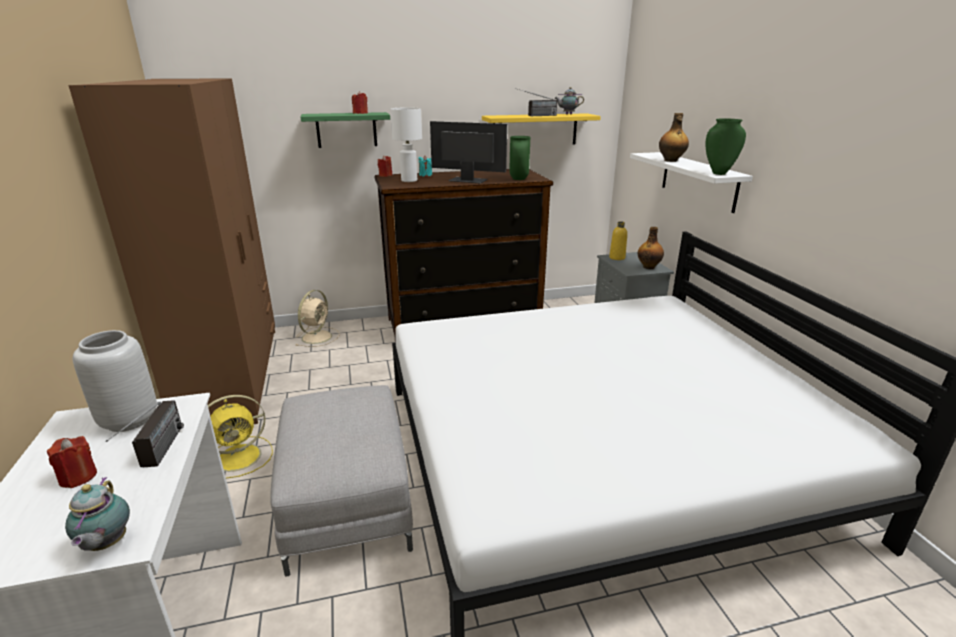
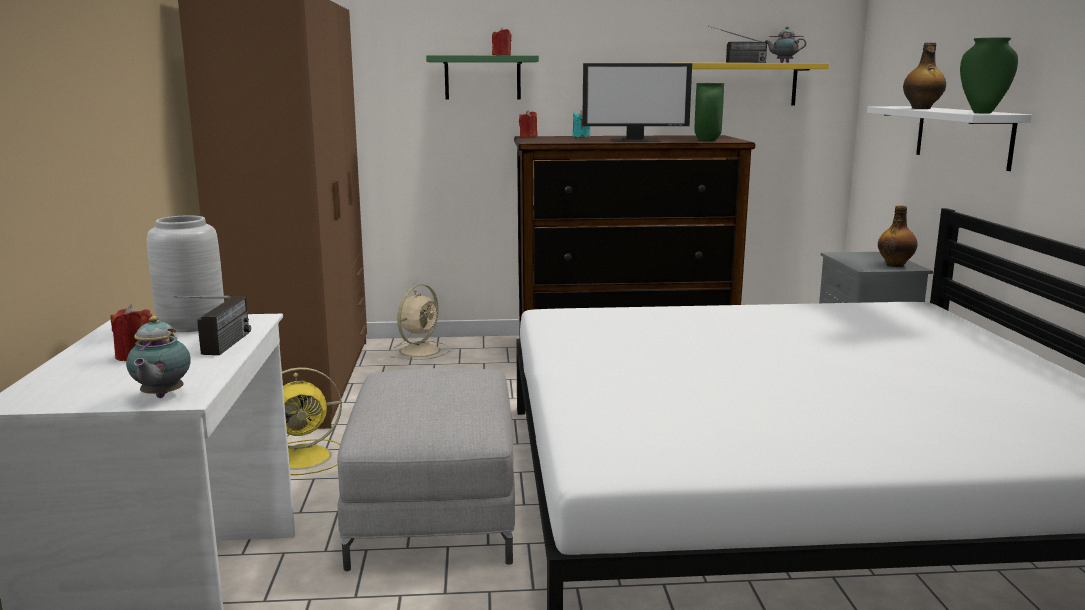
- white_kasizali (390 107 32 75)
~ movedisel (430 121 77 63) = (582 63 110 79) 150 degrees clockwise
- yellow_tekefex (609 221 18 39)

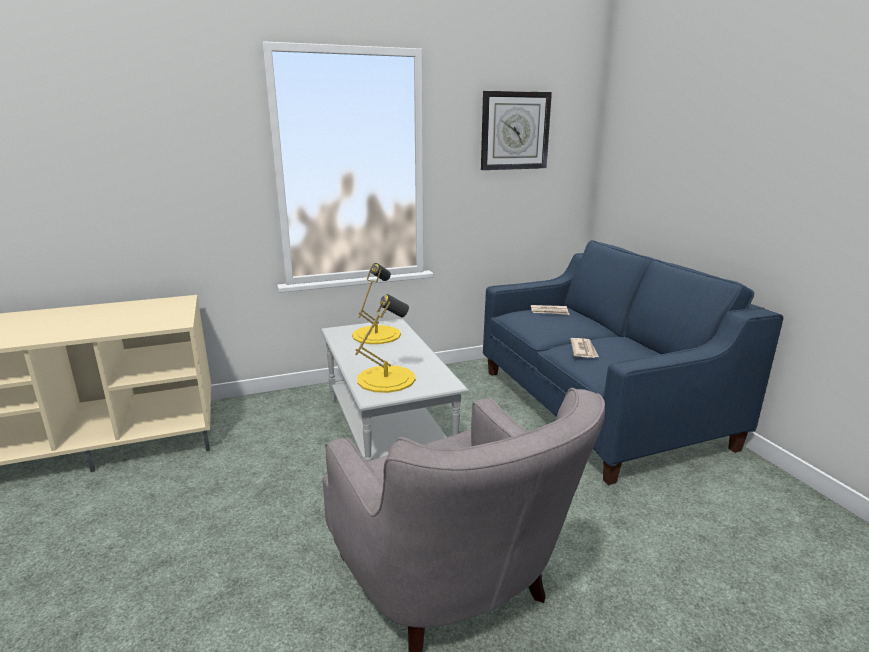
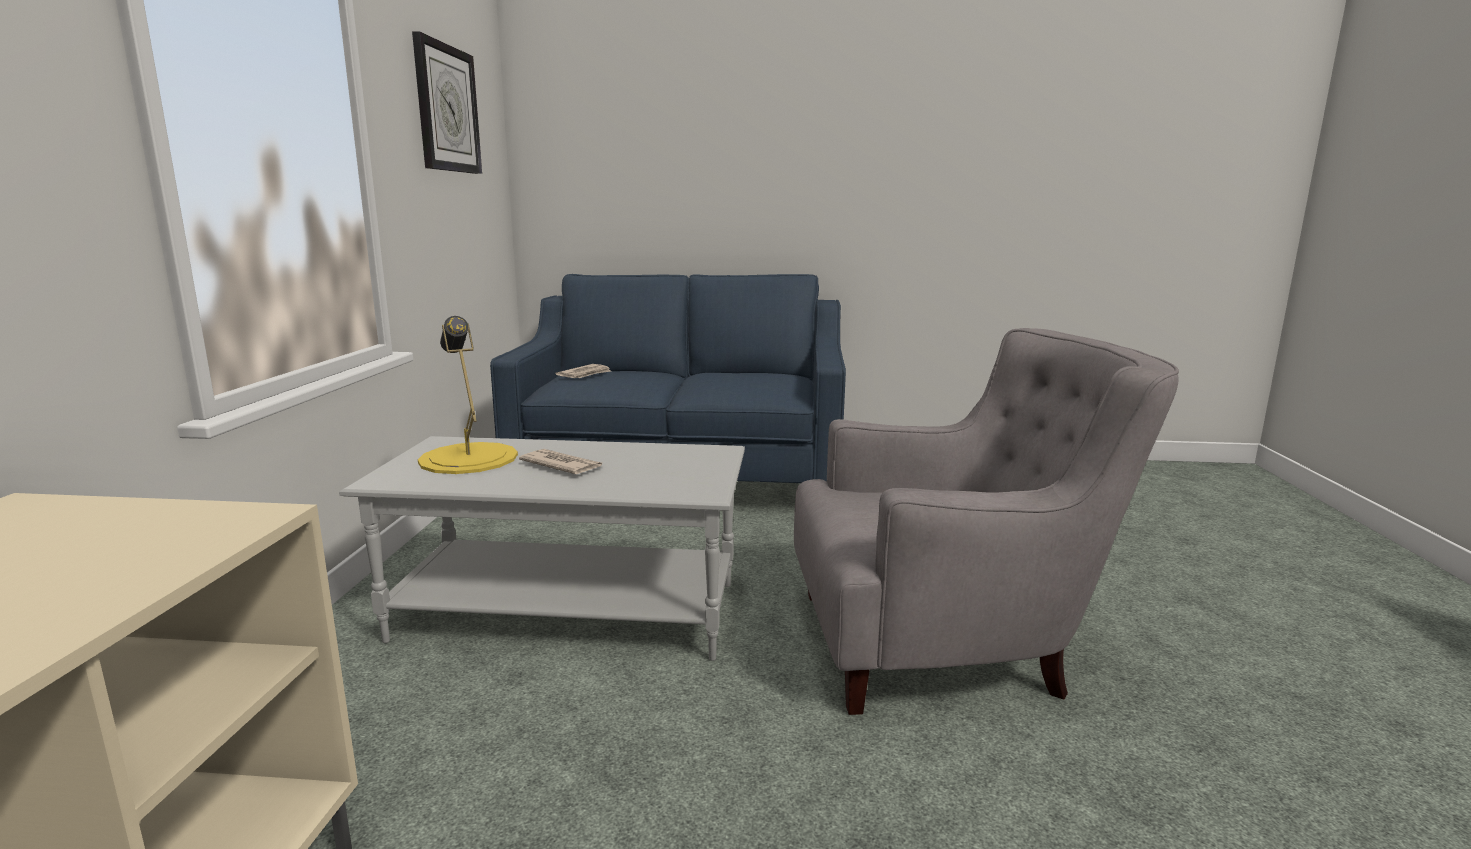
- yellow_kasizali (355 294 60 99)
~ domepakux (570 338 29 20) to (519 449 83 25)

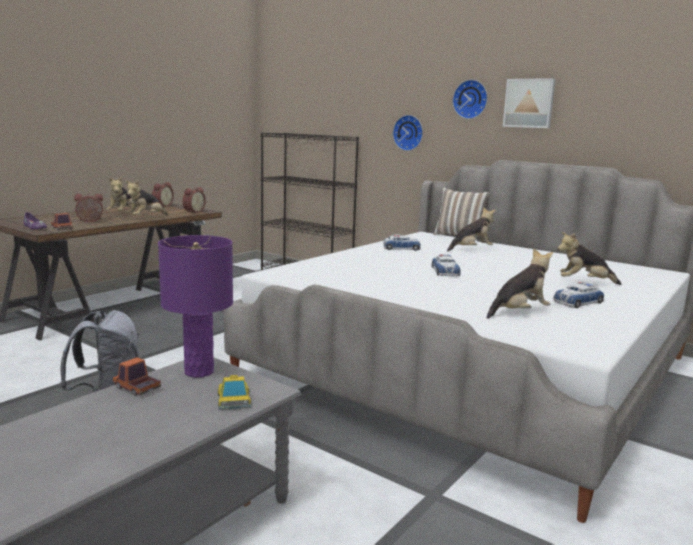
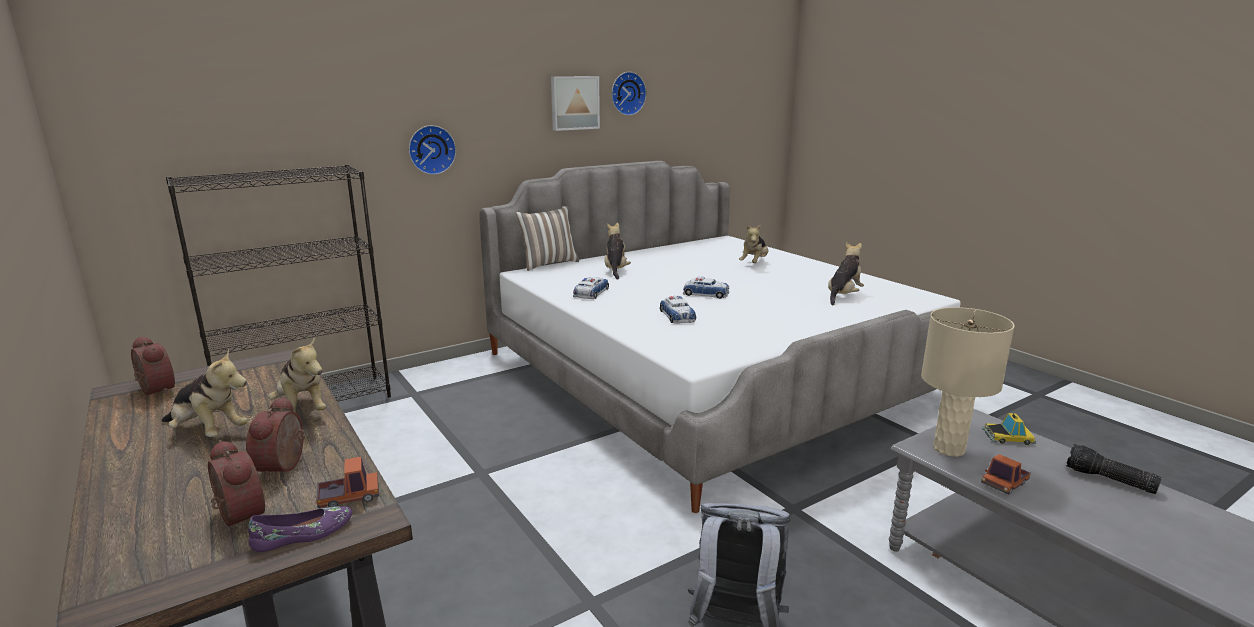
~ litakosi (453 80 35 39) to (611 72 36 44)
~ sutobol (183 187 23 27) to (208 440 57 86)
~ purple_kasizali (158 235 75 143) to beige_kasizali (921 307 94 150)
~ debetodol (487 248 66 71) = (828 242 36 63) 45 degrees clockwise
~ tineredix (553 282 51 26) to (659 296 37 28)
+ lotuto (1066 444 96 50)

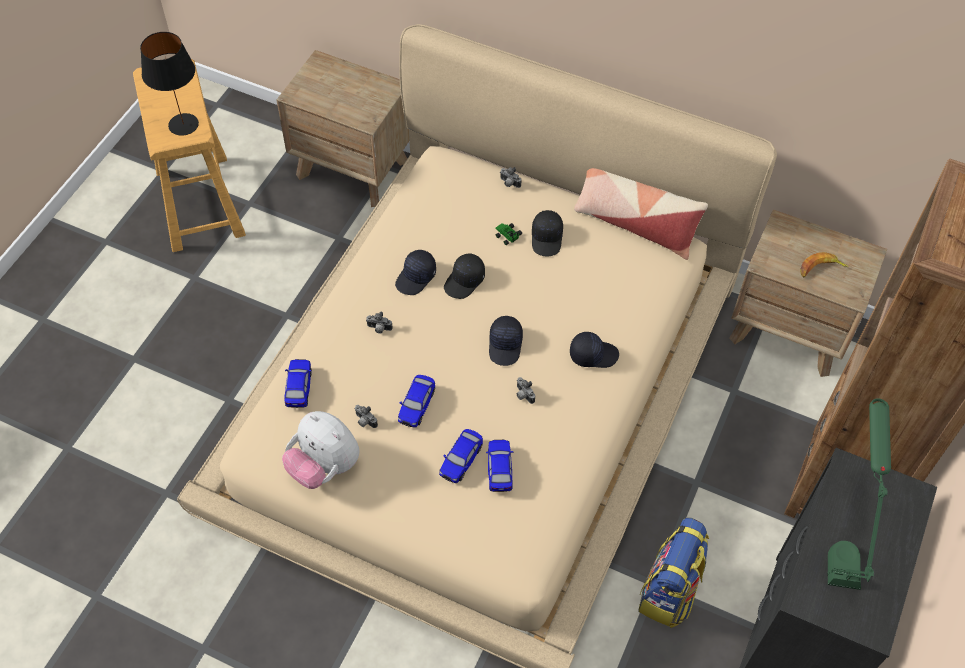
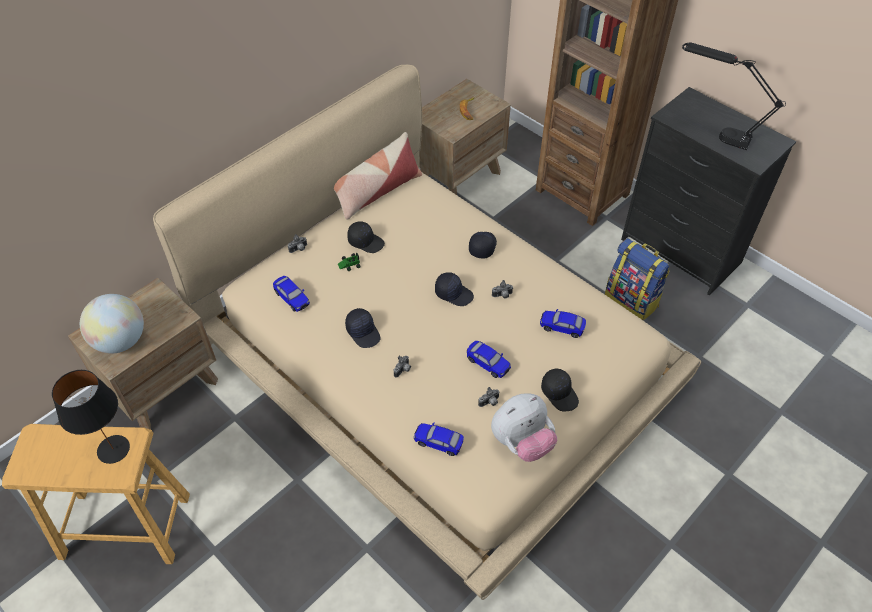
~ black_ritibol (444 253 41 46) to (541 368 38 43)
~ green_kasizali (828 398 63 192) to black_kasizali (682 43 104 107)
~ tineredix (439 429 44 54) to (273 276 37 36)
+ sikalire (80 294 64 60)

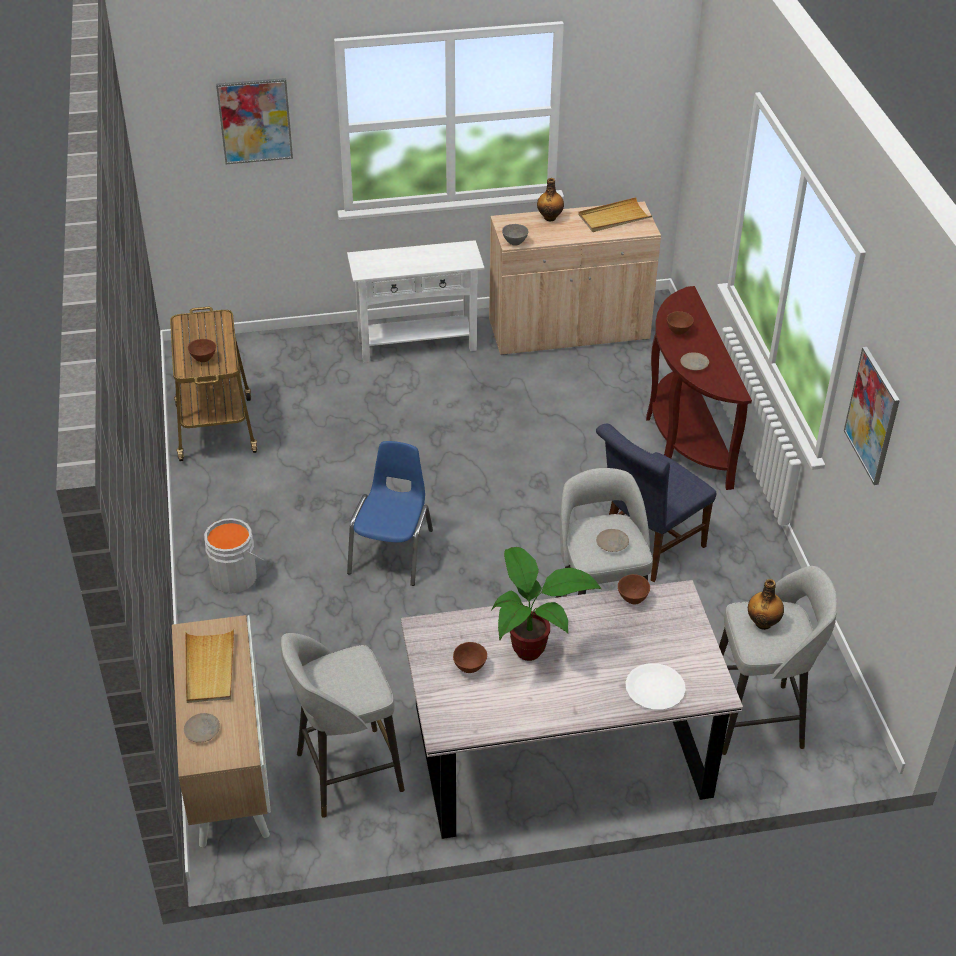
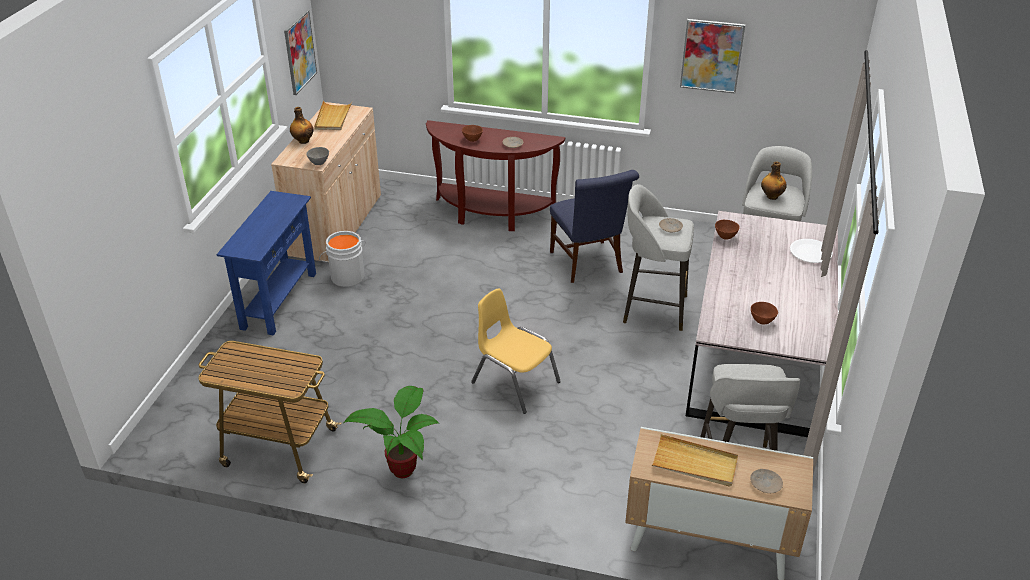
~ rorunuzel (216 78 77 86) to (284 10 33 85)
~ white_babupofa (347 240 137 123) to blue_babupofa (216 191 100 144)
- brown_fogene (188 339 28 23)
~ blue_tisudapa (347 441 86 145) to yellow_tisudapa (471 289 90 125)
~ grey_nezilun (204 518 61 76) to (319 231 47 56)
~ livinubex (491 547 111 114) to (344 386 95 92)

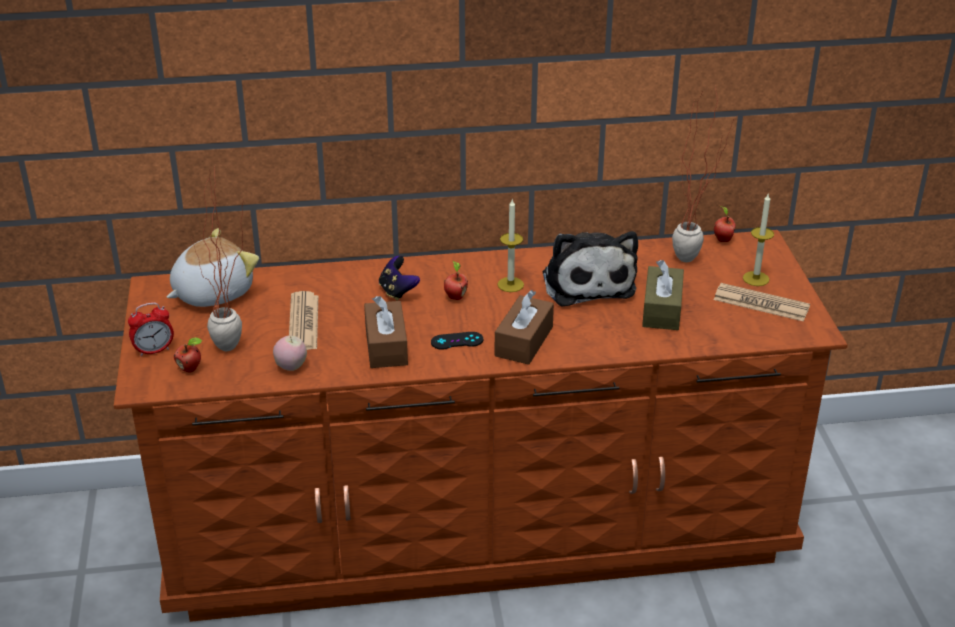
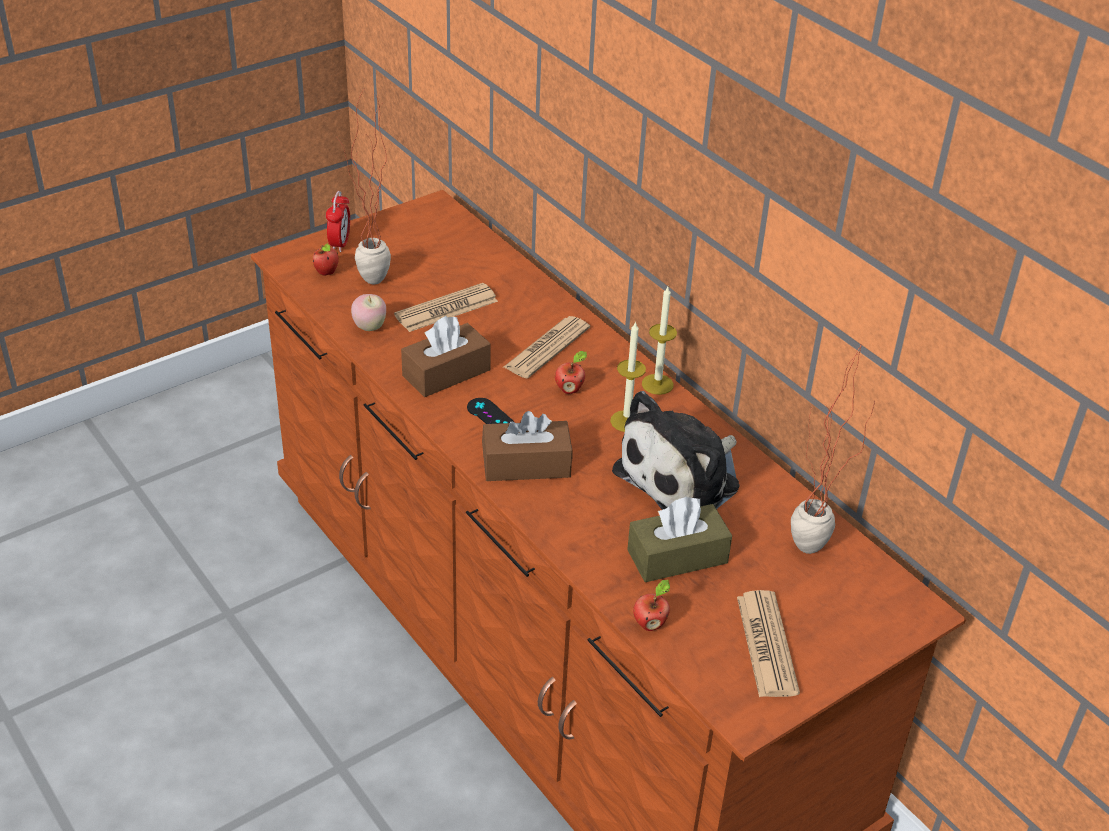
~ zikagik (743 194 31 92) to (642 287 35 108)
~ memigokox (714 206 22 36) to (633 580 37 51)
- debetodol (167 228 92 79)
~ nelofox (379 256 41 45) to domepakux (504 316 86 62)
~ sutobol (128 302 46 55) = (326 191 24 61) 120 degrees counterclockwise

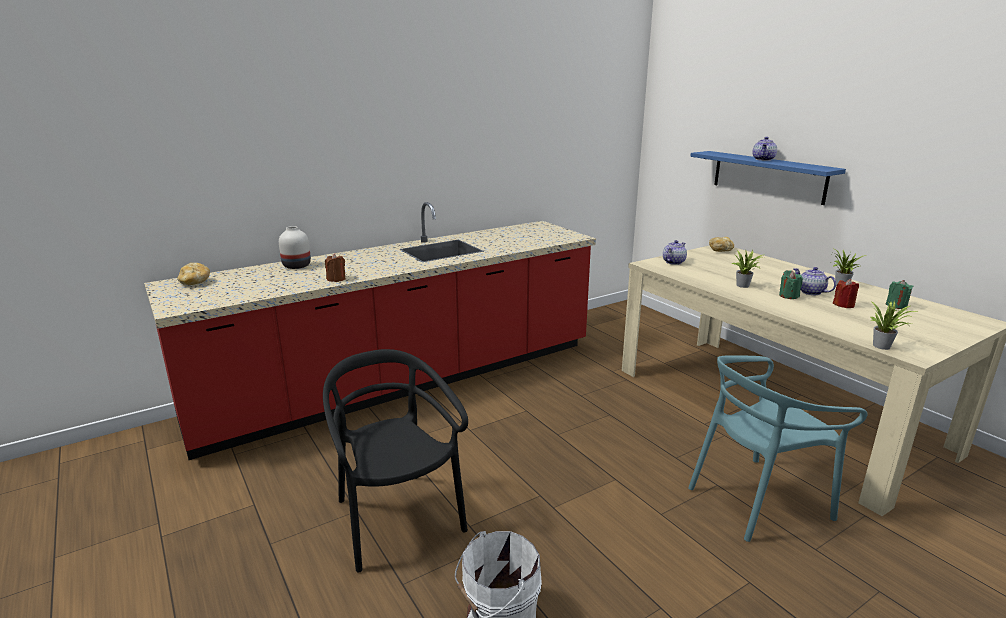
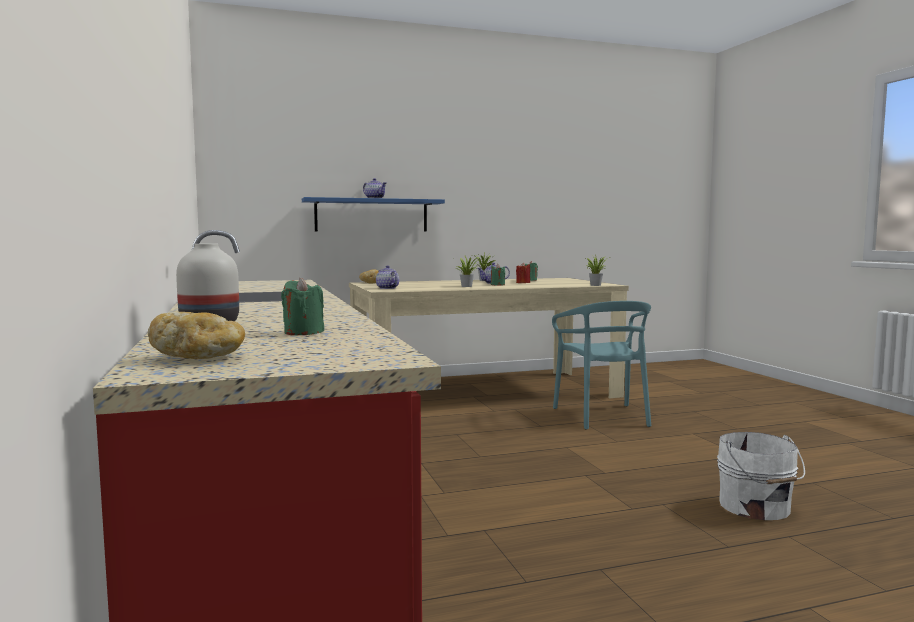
- brown_zikagik (325 254 21 28)
- black_tisudapa (323 349 145 223)
+ green_zikagik (281 277 43 58)

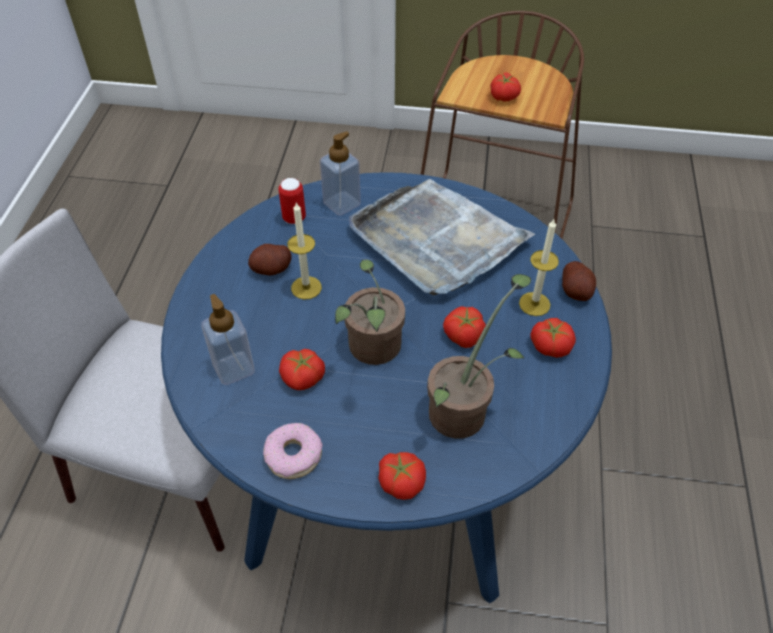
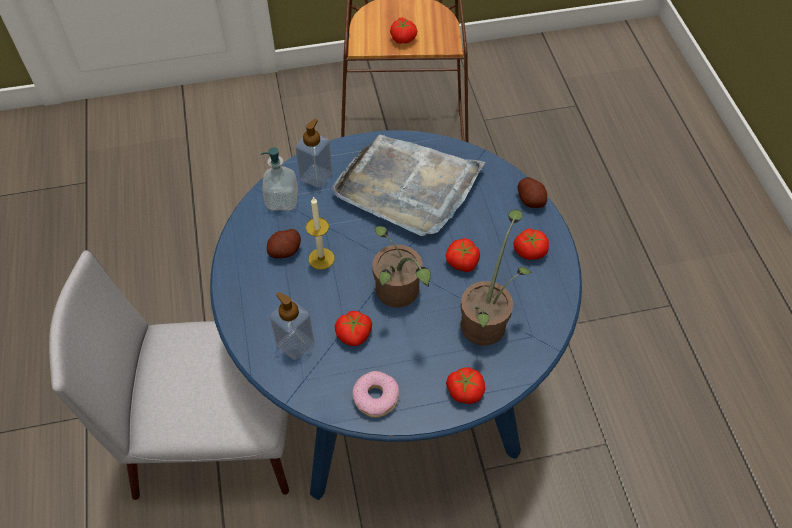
~ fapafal (278 178 28 46) to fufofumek (261 147 37 63)
- zikagik (519 219 40 97)

